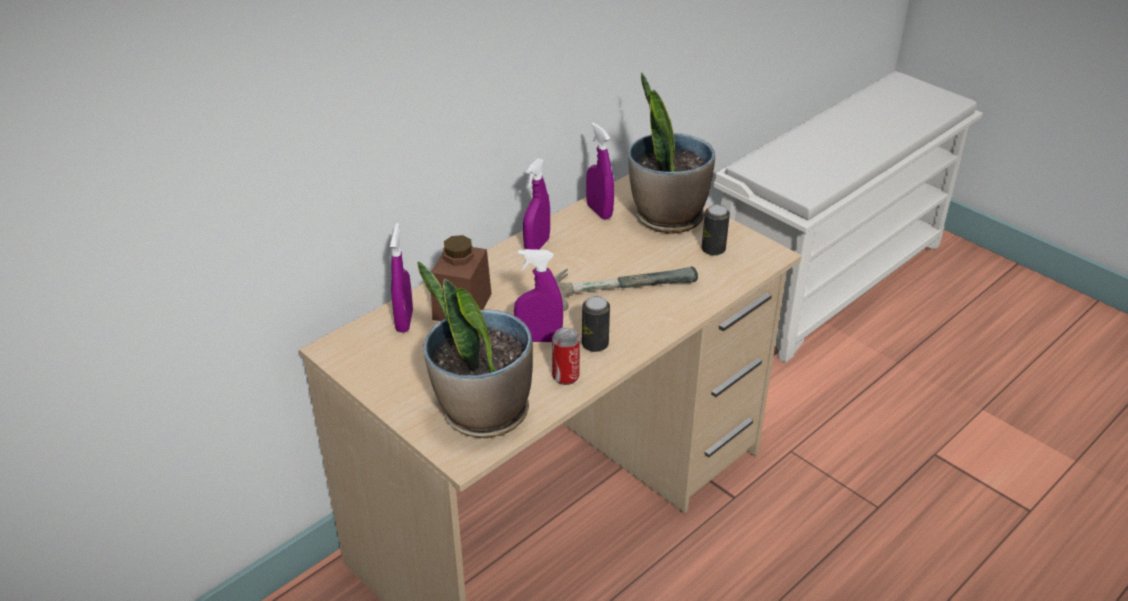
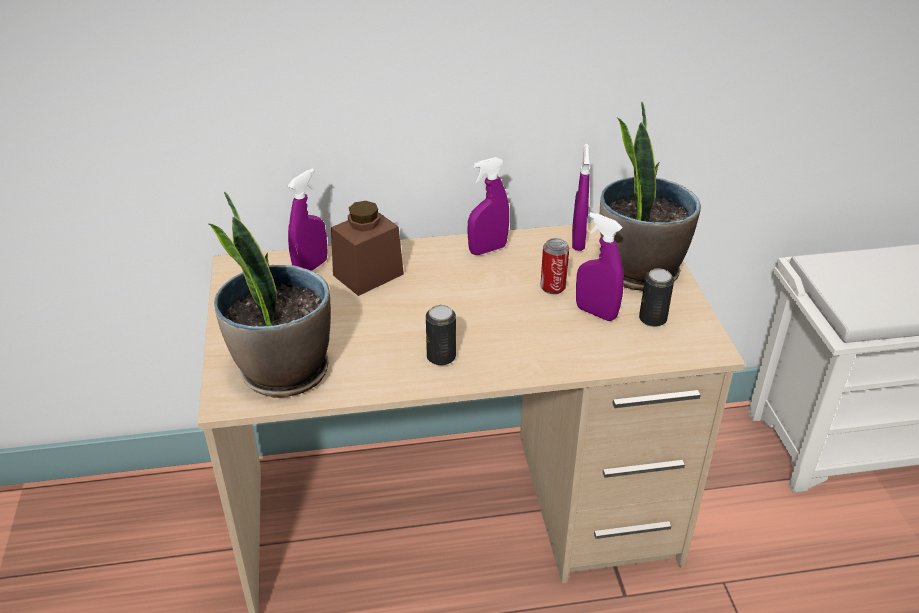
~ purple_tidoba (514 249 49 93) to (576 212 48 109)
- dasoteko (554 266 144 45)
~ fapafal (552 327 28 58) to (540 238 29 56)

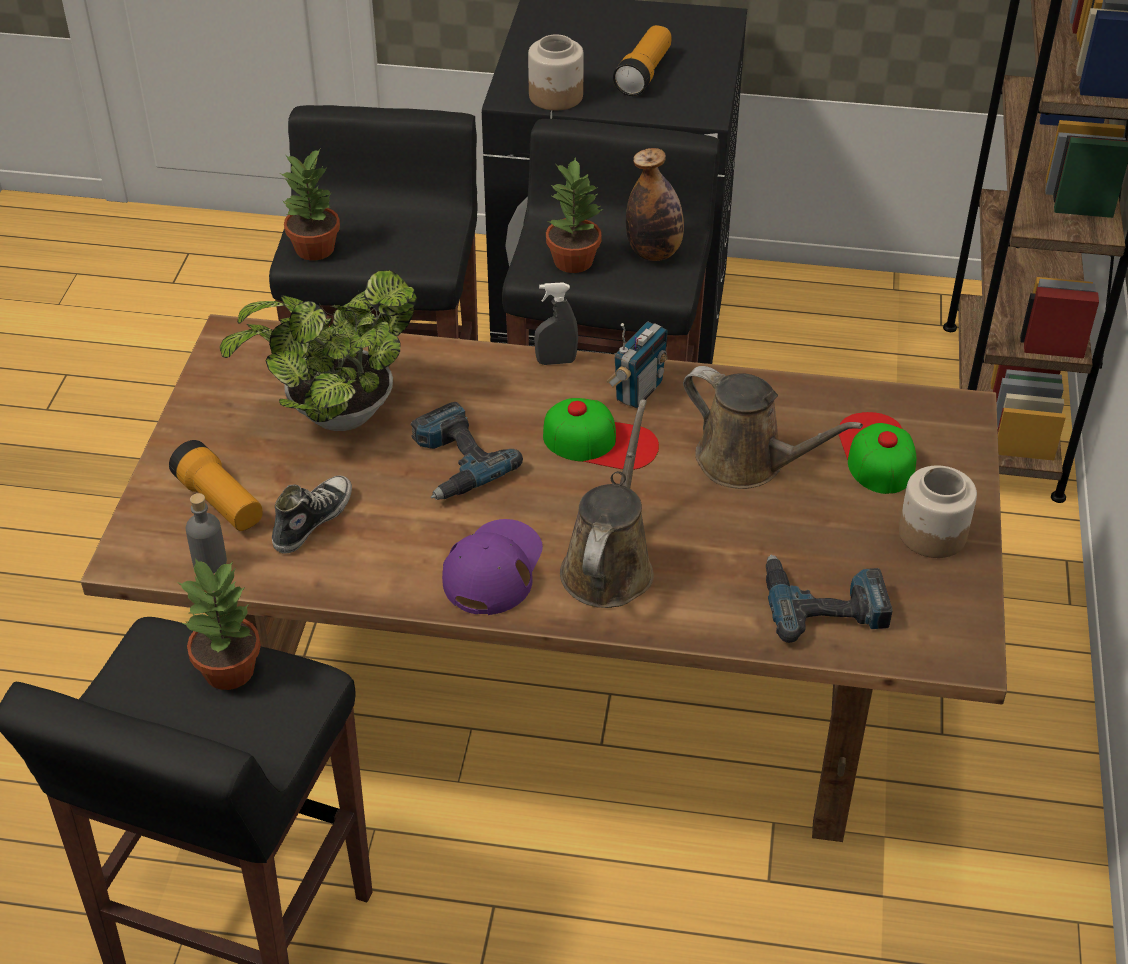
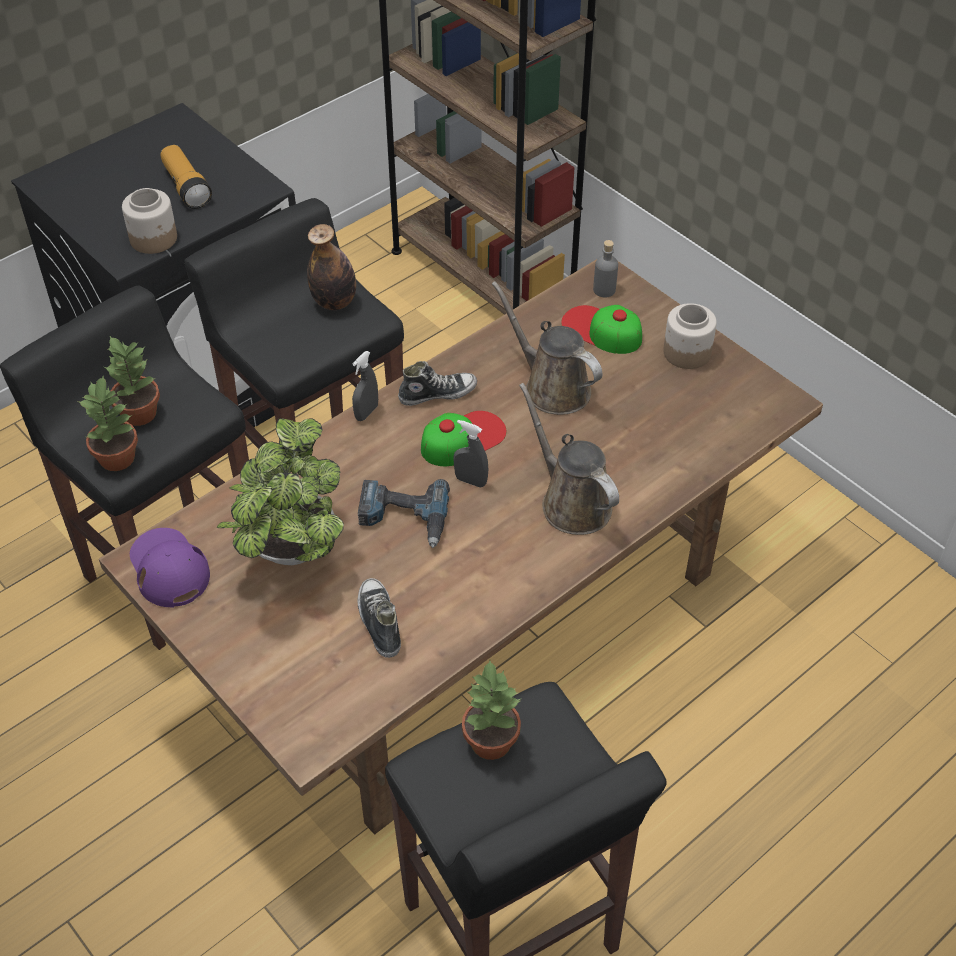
~ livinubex (546 158 57 115) to (104 336 56 90)
~ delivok (607 321 61 87) to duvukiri (398 361 79 45)
~ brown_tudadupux (683 366 180 123) = (492 281 110 134) 120 degrees counterclockwise
- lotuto (169 440 94 91)
~ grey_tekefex (186 493 41 81) to (593 240 25 57)
~ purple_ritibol (442 519 101 96) to (130 528 80 79)
- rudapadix (766 554 127 89)
+ grey_tidoba (453 420 35 68)

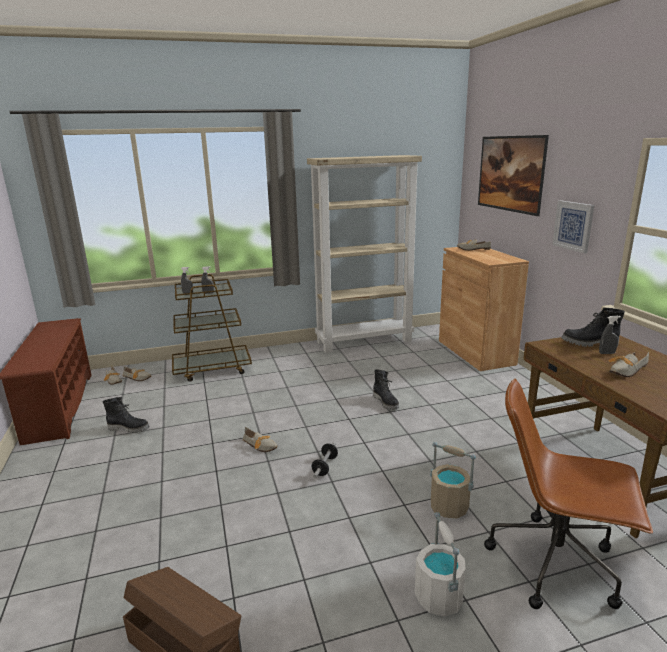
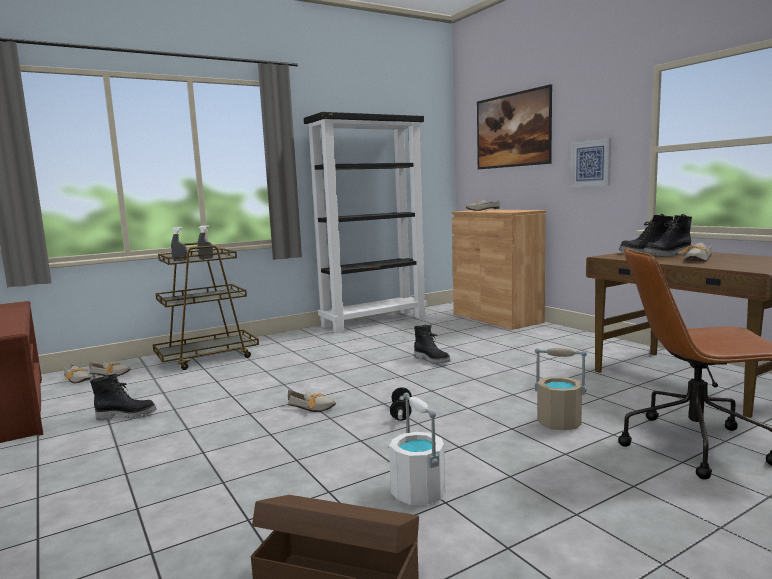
~ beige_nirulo (307 155 115 198) to black_nirulo (304 112 123 221)
~ grey_tidoba (599 316 22 38) to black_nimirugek (643 214 49 43)
~ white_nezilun (415 512 51 104) to (389 393 56 112)

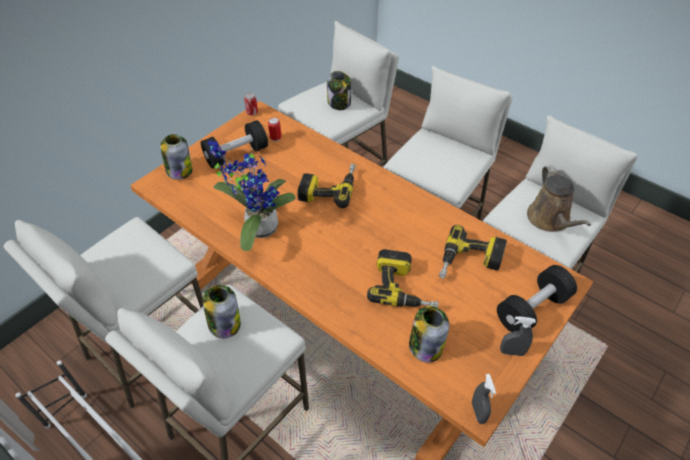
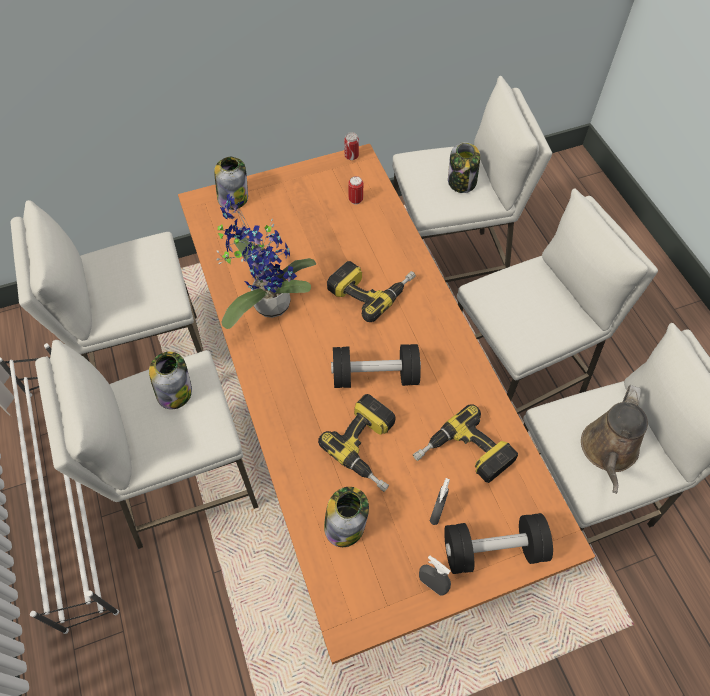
~ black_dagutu (201 120 67 49) to (331 344 90 44)
~ grey_tidoba (472 374 24 50) to (430 478 20 47)

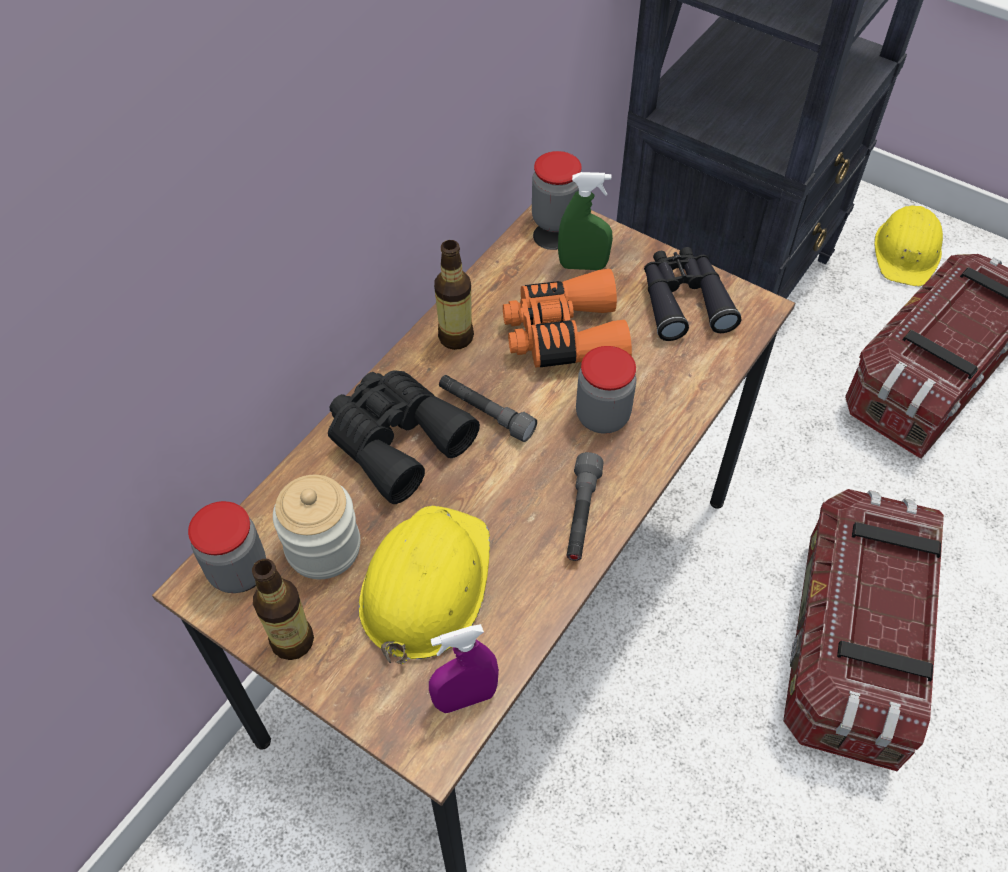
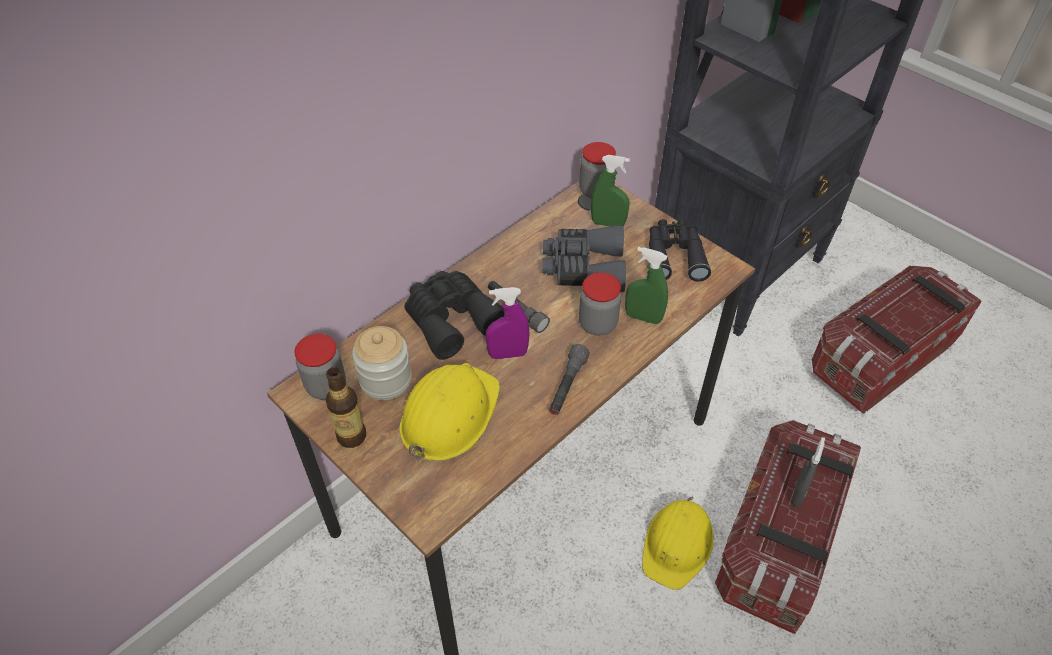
~ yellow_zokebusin (874 205 69 81) to (642 496 72 94)
- tekefex (434 240 40 110)
~ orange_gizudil (503 269 129 98) to grey_gizudil (542 225 84 67)
~ purple_tidoba (429 624 70 89) to (485 287 45 72)
+ green_tidoba (625 247 43 77)
+ grey_tidoba (791 437 34 70)

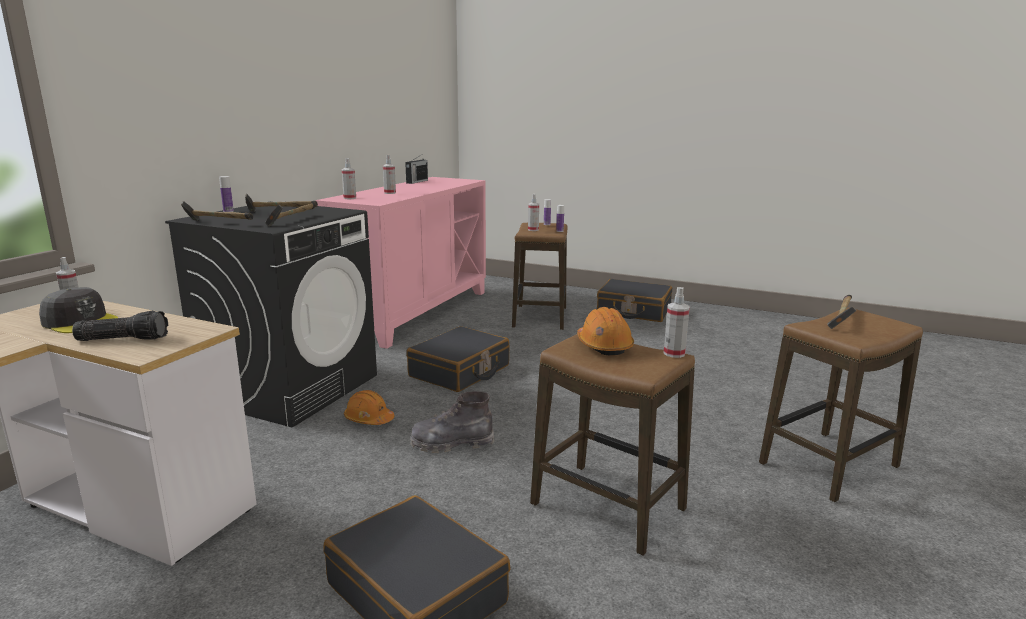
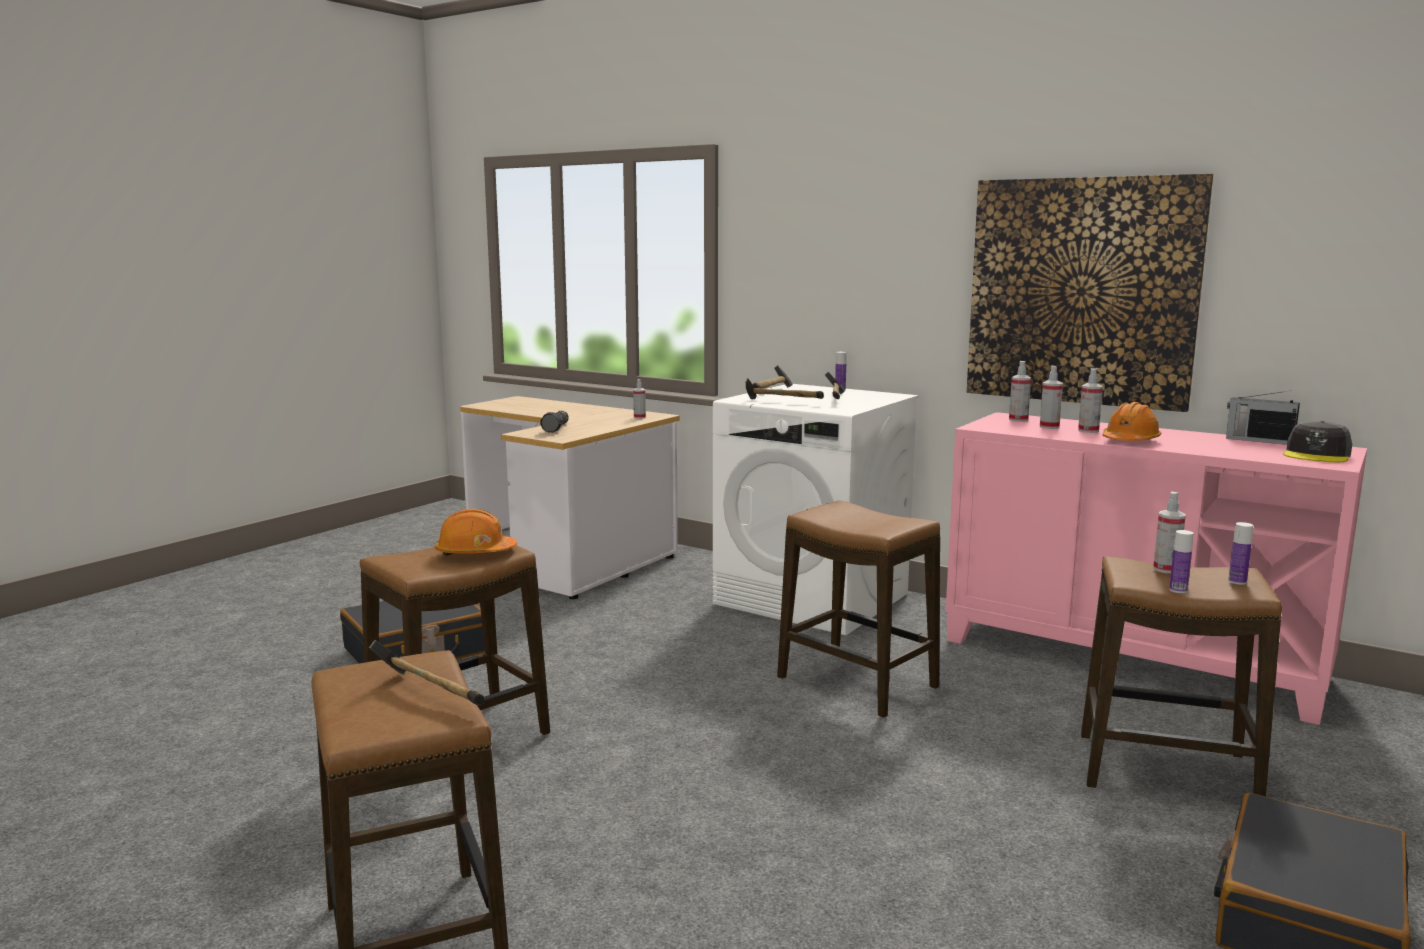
~ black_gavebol (165 206 212 221) to white_gavebol (713 384 206 251)
~ grey_ritibol (39 287 79 46) to (1283 421 69 41)
~ tidoba (663 287 27 71) to (1040 366 23 63)
~ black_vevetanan (407 326 102 66) to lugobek (777 500 163 218)
~ orange_zokebusin (344 390 50 35) to (1102 402 59 39)
- grey_nimirugek (410 391 84 62)
+ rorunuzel (967 174 246 238)

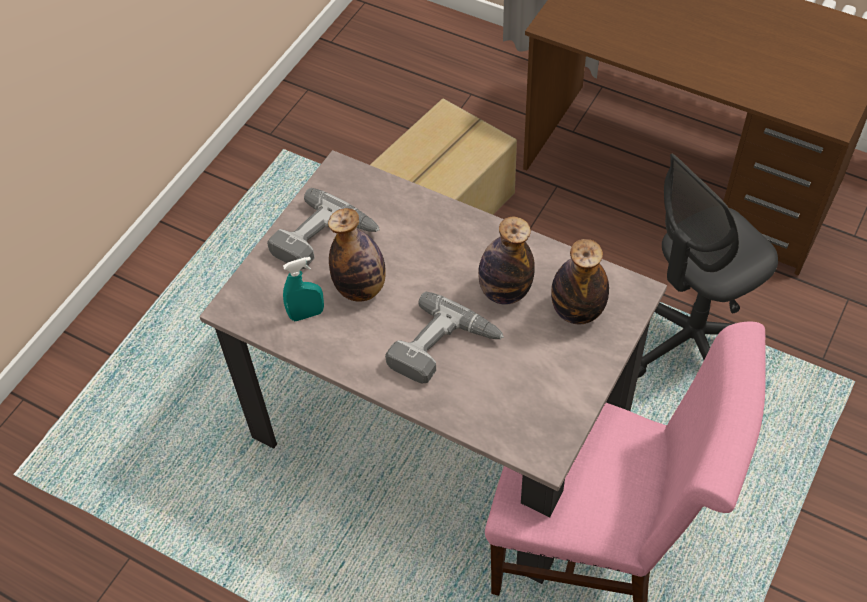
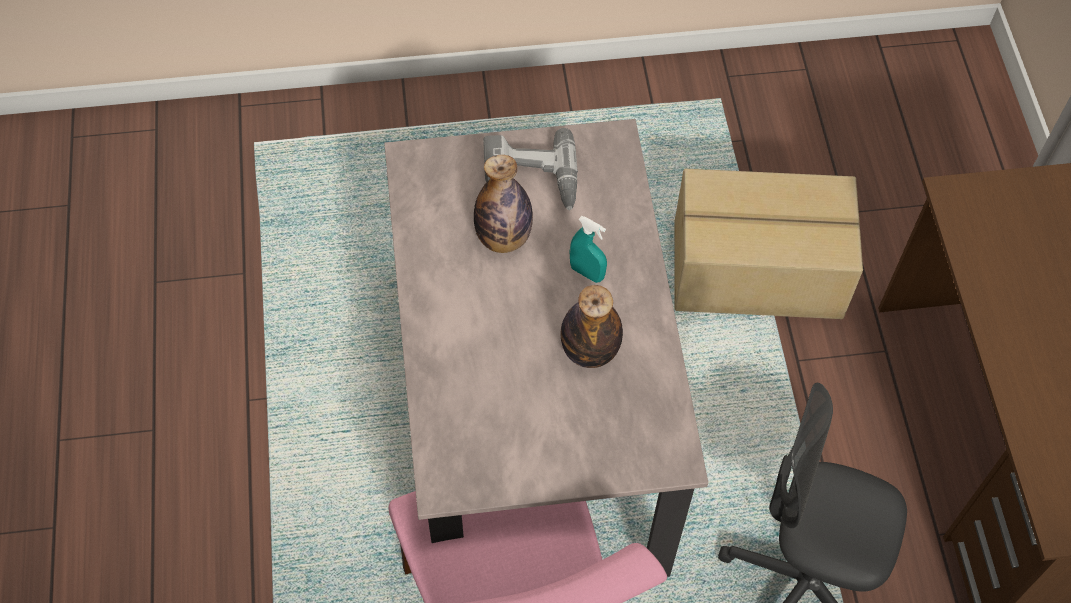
- tekefex (551 239 58 85)
~ turquoise_tidoba (283 257 41 64) to (570 216 37 67)
- rudapadix (385 292 119 92)

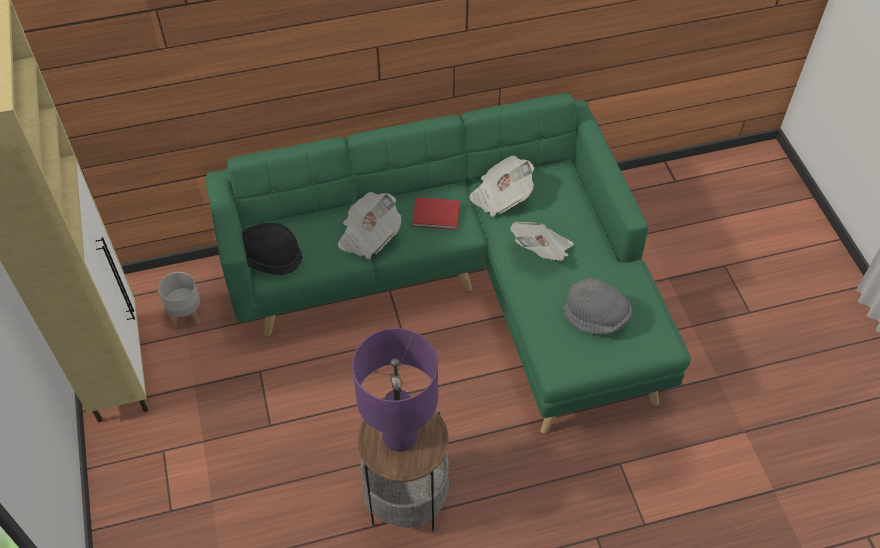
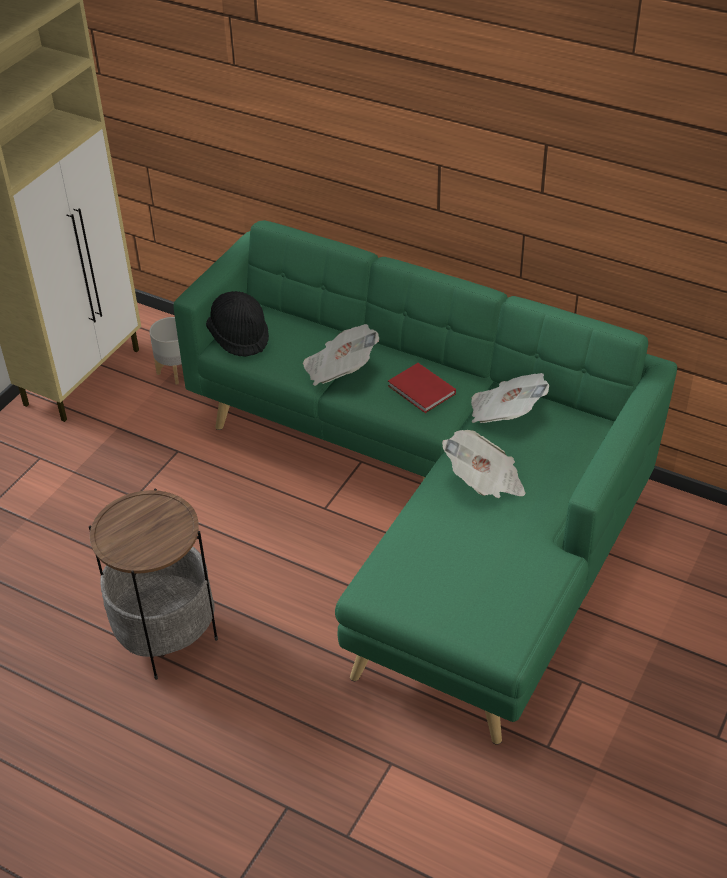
- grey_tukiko (563 278 69 57)
- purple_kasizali (352 328 86 124)

